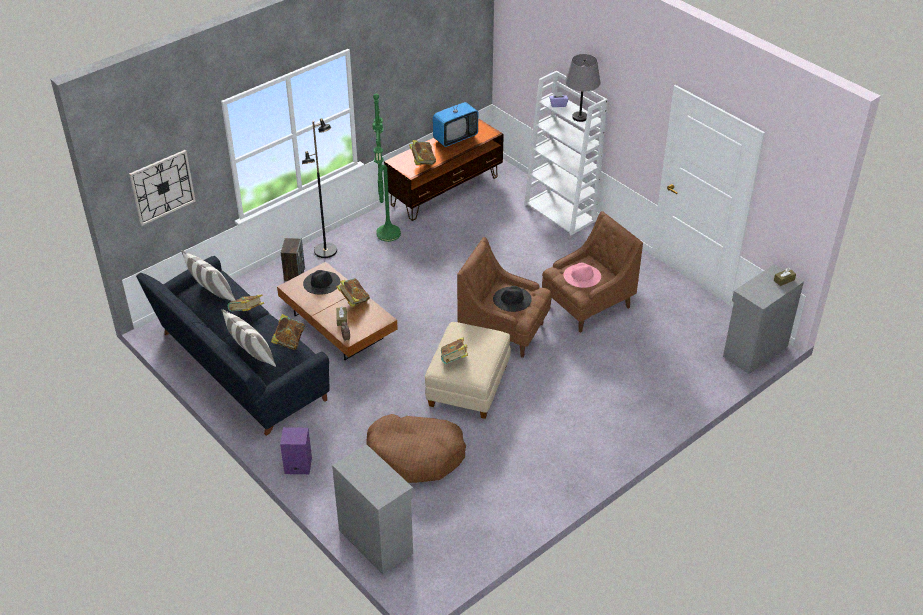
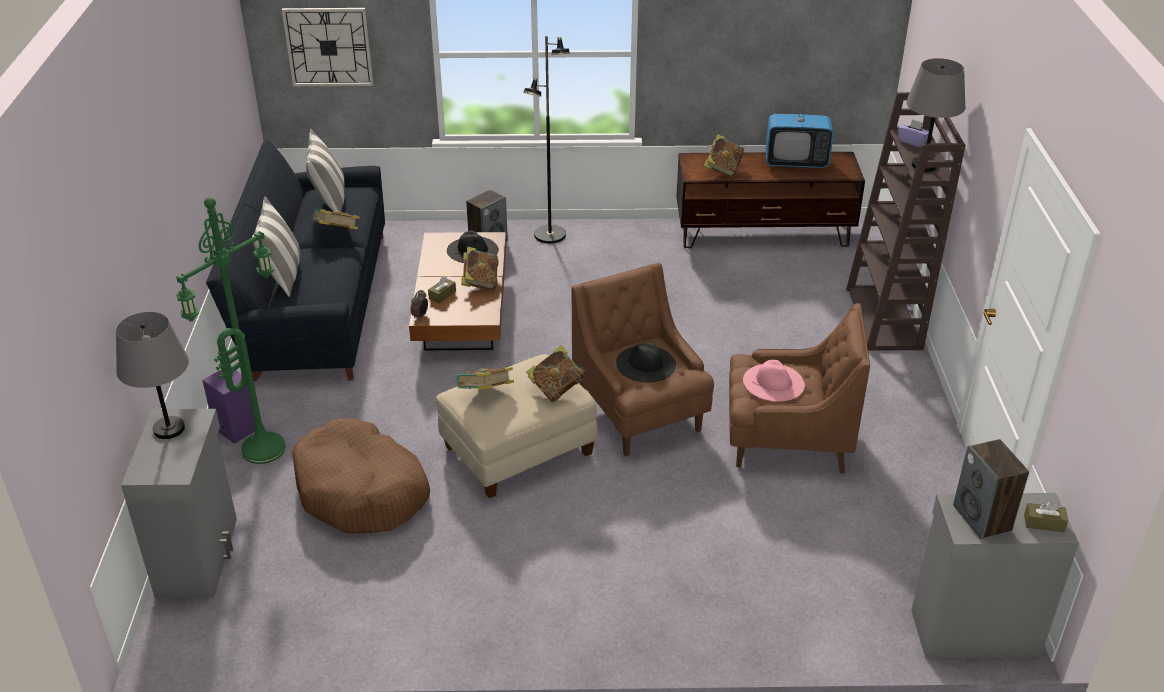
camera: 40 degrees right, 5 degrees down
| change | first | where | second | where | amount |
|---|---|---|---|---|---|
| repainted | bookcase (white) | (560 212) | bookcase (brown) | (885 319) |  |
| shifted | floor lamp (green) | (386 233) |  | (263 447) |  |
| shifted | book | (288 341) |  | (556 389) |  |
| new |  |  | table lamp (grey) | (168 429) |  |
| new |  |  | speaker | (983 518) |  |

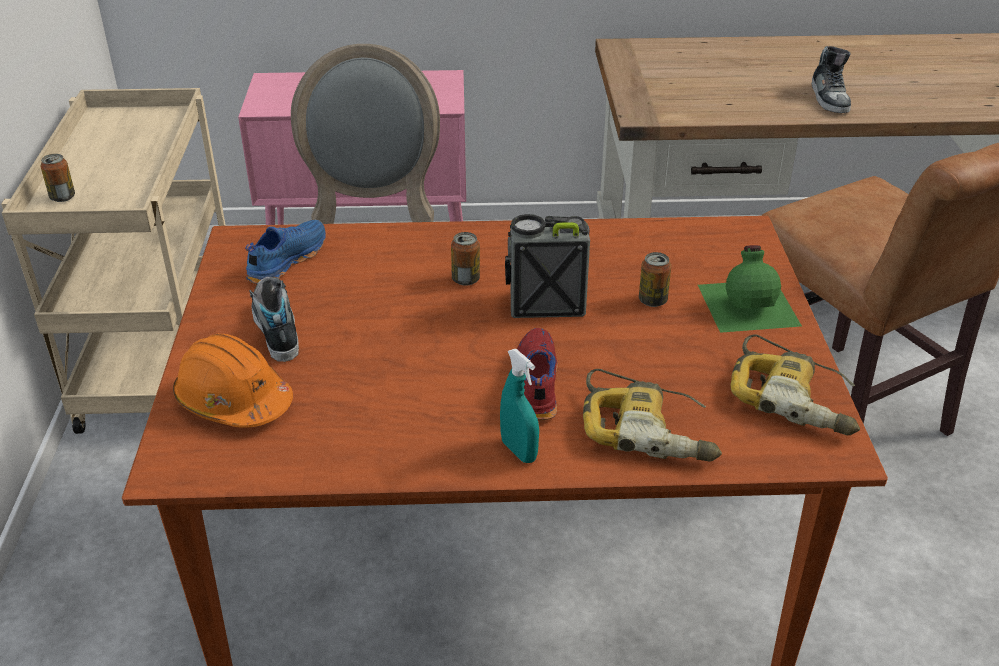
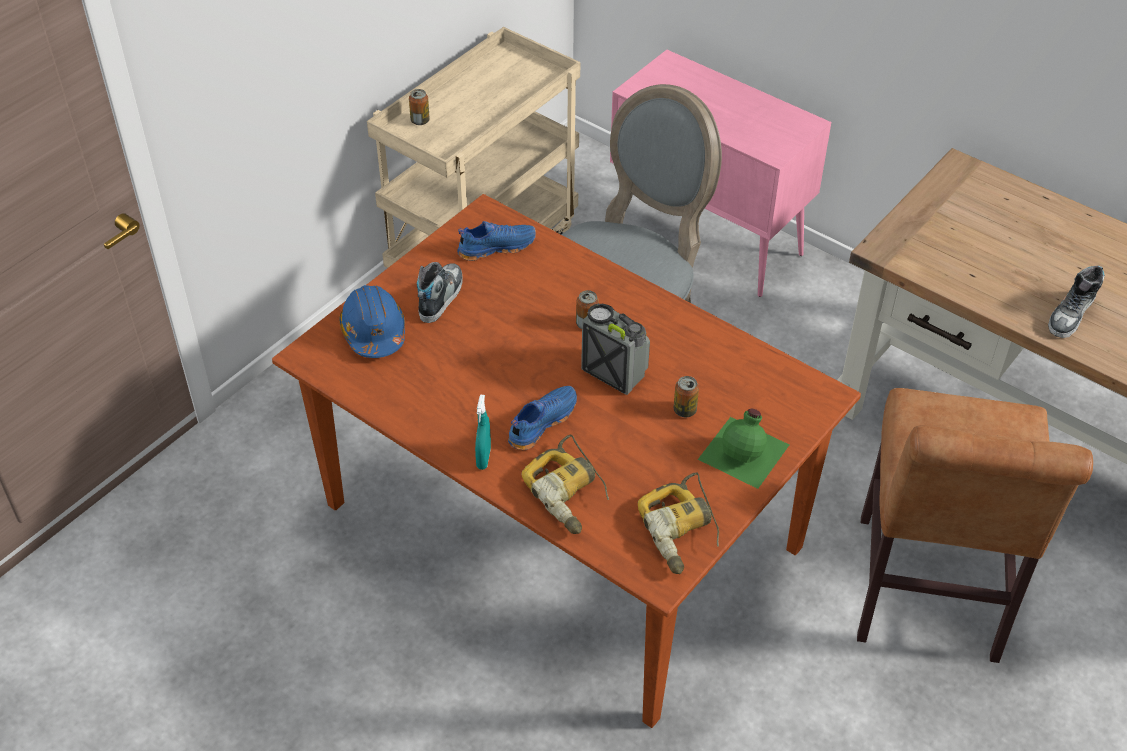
camera: 40 degrees right, 10 degrees up
| change | first | where | second | where | amount |
|---|---|---|---|---|---|
| repainted | shoe (red) | (534 384) | shoe (blue) | (541 422) |  |
| repainted | hard hat (orange) | (233 401) | hard hat (blue) | (374 332) |  |

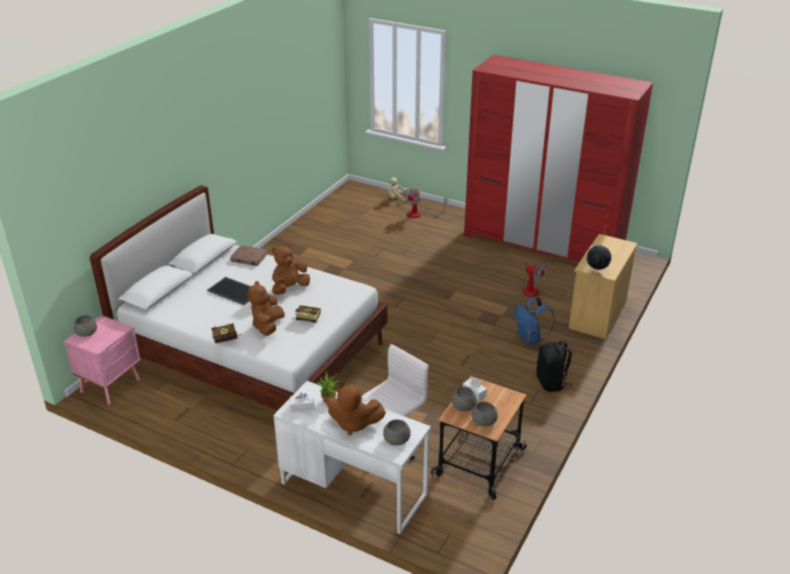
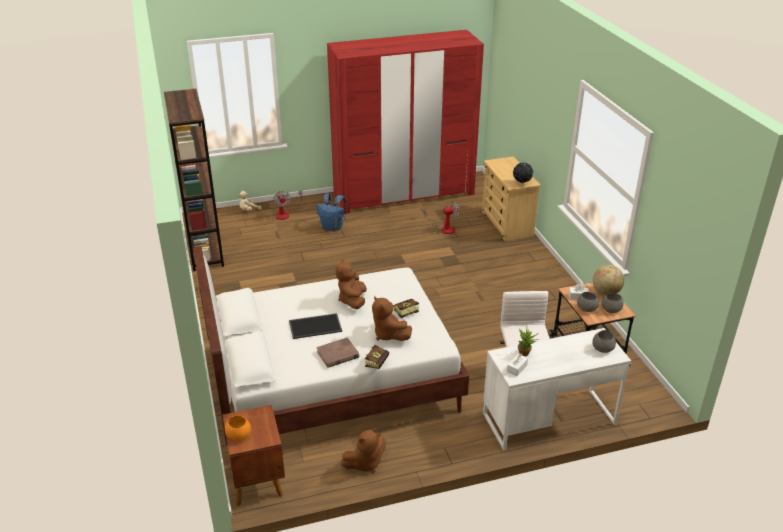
camera: 45 degrees left, 0 degrees up
| change | first | where | second | where | amount |
|---|---|---|---|---|---|
| shifted | book (brown) | (249 257) |  | (338 354) |  |
| shifted | backpack (blue) | (530 339) |  | (333 228) |  |
| repainted | nightstand (pink) | (111 385) | nightstand (brown) | (257 481) |  |
| repainted | bowl (grey) | (87 332) | bowl (orange) | (238 435) |  |
| gone | backpack (black) | (551 383) |  |  |  |
| shifted | plush toy (brown) | (353 424) |  | (365 463) |  |
| new |  |  | bookcase (brown) | (205 249) |  |
| new |  |  | globe | (606 292) |  |

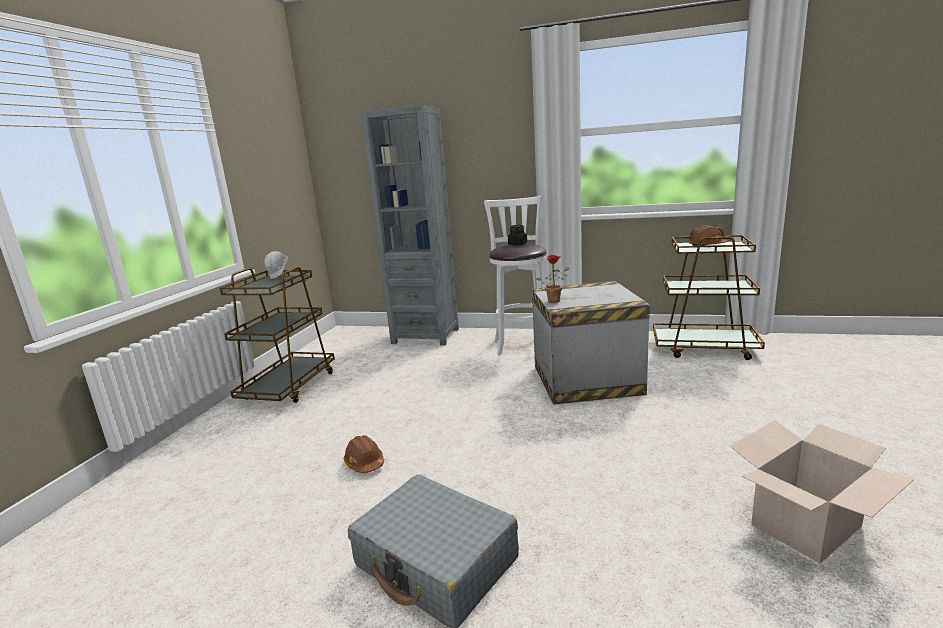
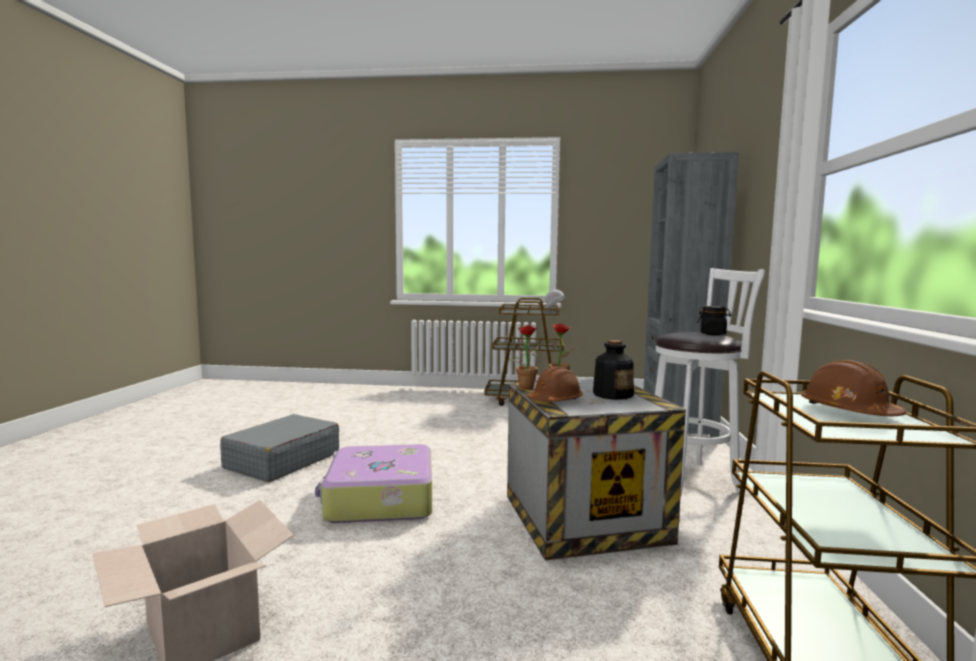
camera: 80 degrees right, 10 degrees down
| change | first | where | second | where | amount |
|---|---|---|---|---|---|
| shifted | hard hat (brown) | (364 463) |  | (555 400) |  |
| new |  |  | potted plant | (525 386) |  |
| new |  |  | bottle | (612 394) |  |
| new |  |  | suitcase | (379 499) |  |

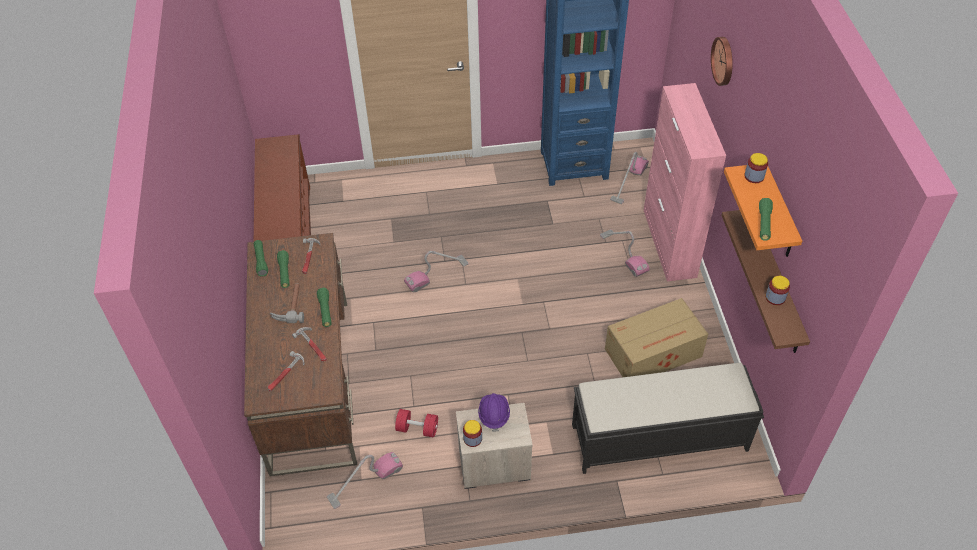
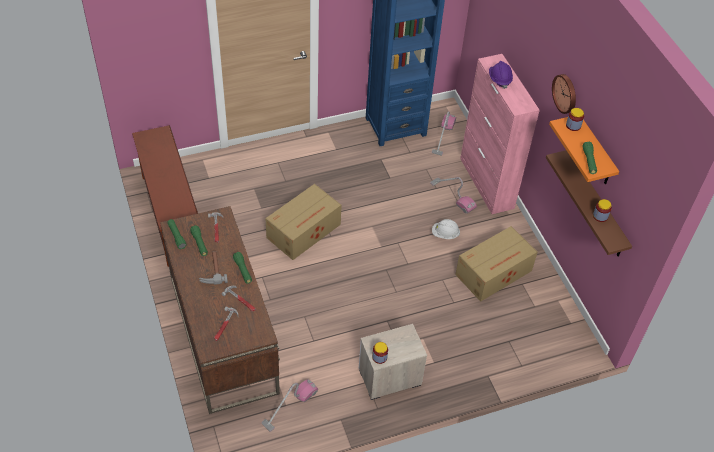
camera: 15 degrees left, 0 degrees up
| change | first | where | second | where | amount |
|---|---|---|---|---|---|
| shifted | wall clock | (724 61) |  | (565 93) |  |
| swapped | vacuum cleaner | (436 274) | cardboard box | (305 231) |  |
| gone | bench (black) | (657 438) |  |  |  |
| shifted | hard hat (purple) | (494 415) |  | (499 79) |  |
| gone | dumbbell (red) | (417 428) |  |  |  |
| new |  |  | hard hat (white) | (445 234) |  |

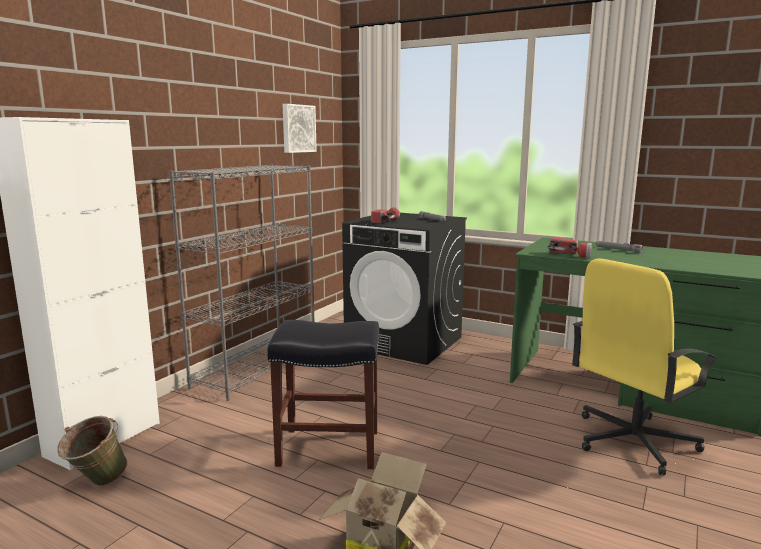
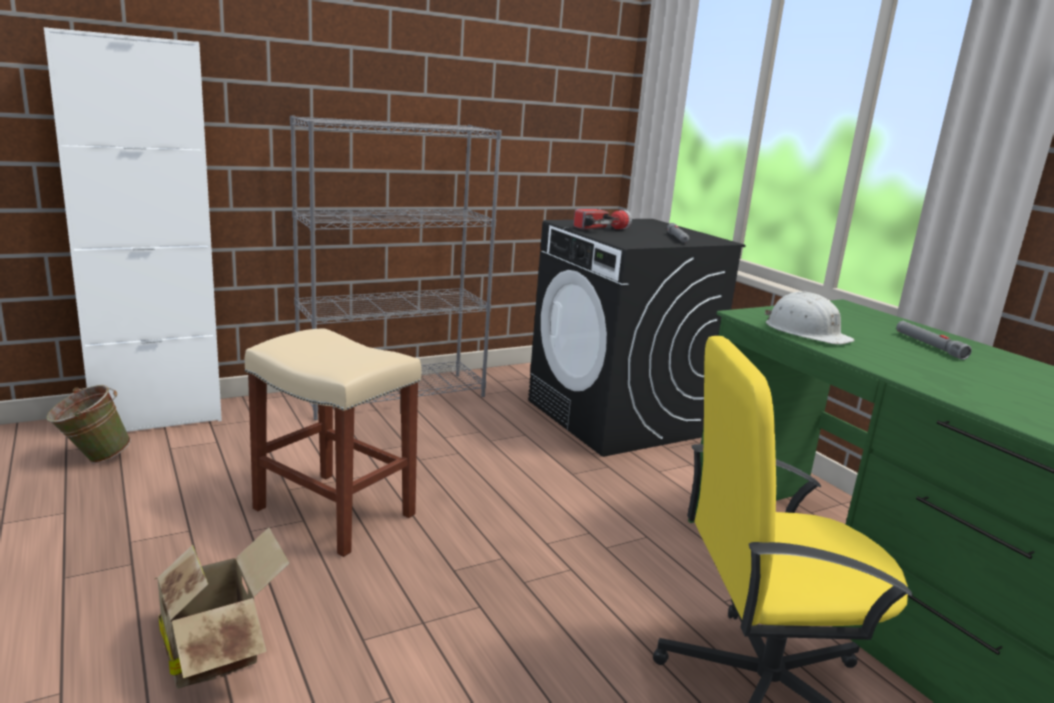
camera: 30 degrees right, 5 degrees up
| change | first | where | second | where | amount |
|---|---|---|---|---|---|
| gone | picture | (297 128) |  |  |  |
| swapped | flashlight | (570 255) | hard hat (white) | (806 332) |  |
| repainted | stool (black) | (330 447) | stool (beige) | (336 512) |  |

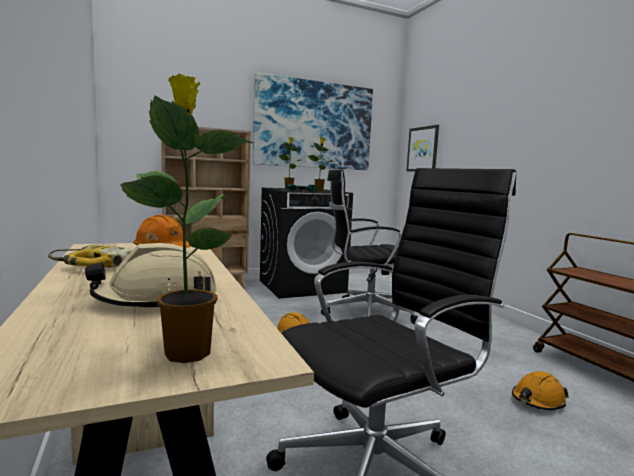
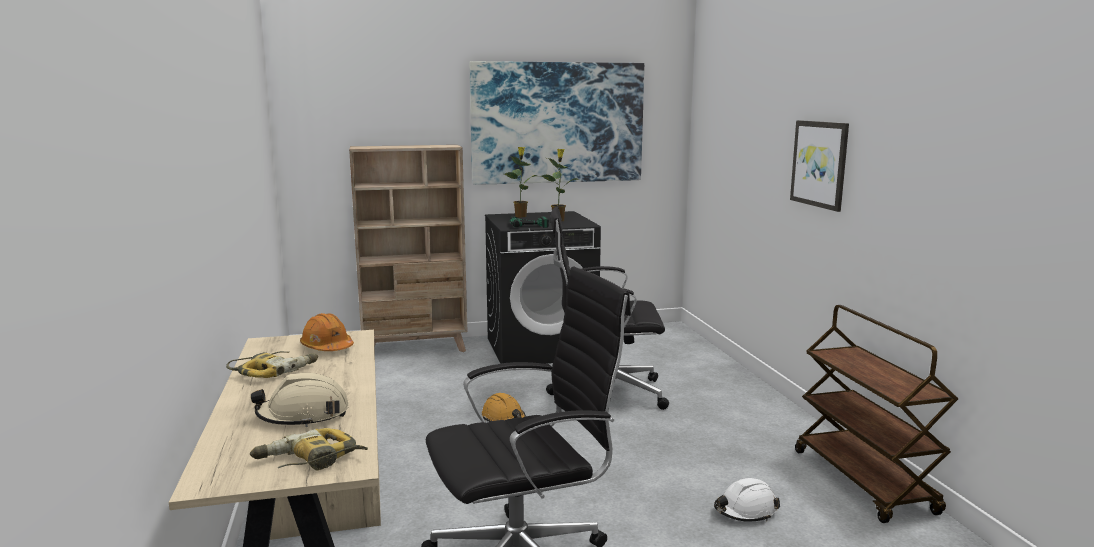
camera: 10 degrees right, 5 degrees up
| change | first | where | second | where | amount |
|---|---|---|---|---|---|
| swapped | potted plant | (187 351) | power drill | (309 461) |  |
| shifted | picture | (423 149) |  | (820 164) |  |
| repainted | hard hat (orange) | (538 400) | hard hat (white) | (745 511) |  |

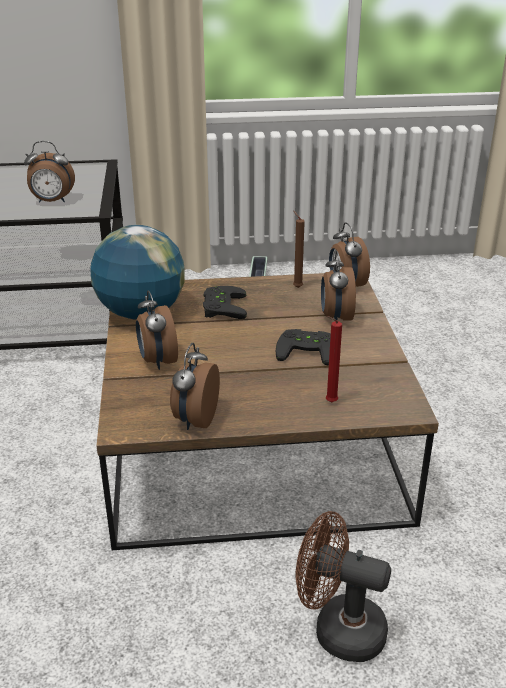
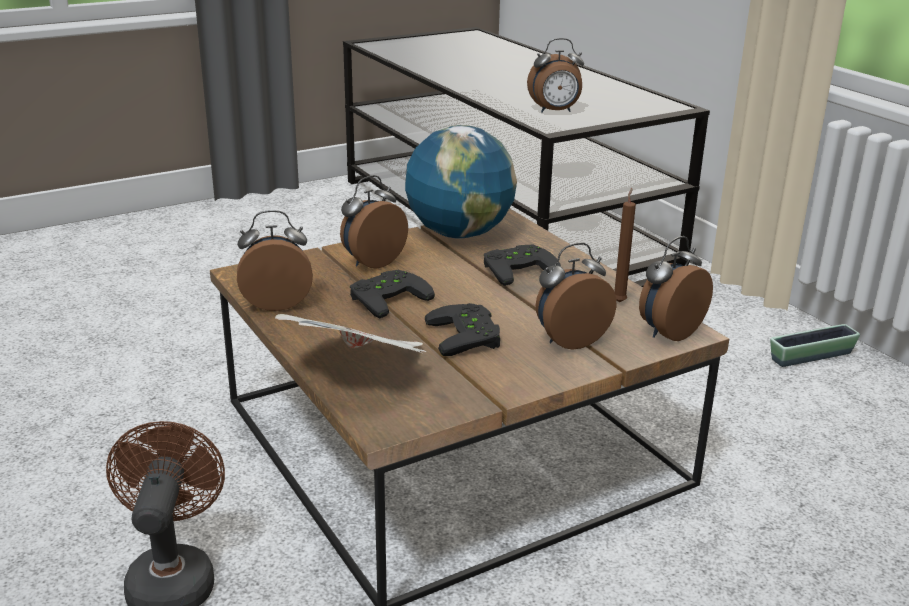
camera: 65 degrees right, 5 degrees down
| change | first | where | second | where | amount |
|---|---|---|---|---|---|
| rotated | alarm clock | (52 201) |  | (555 111) | 75 degrees counterclockwise |
| swapped | candle (red) | (329 402) | newspaper | (360 369) |  |
| new |  |  | game controller (black) | (387 297) |  |

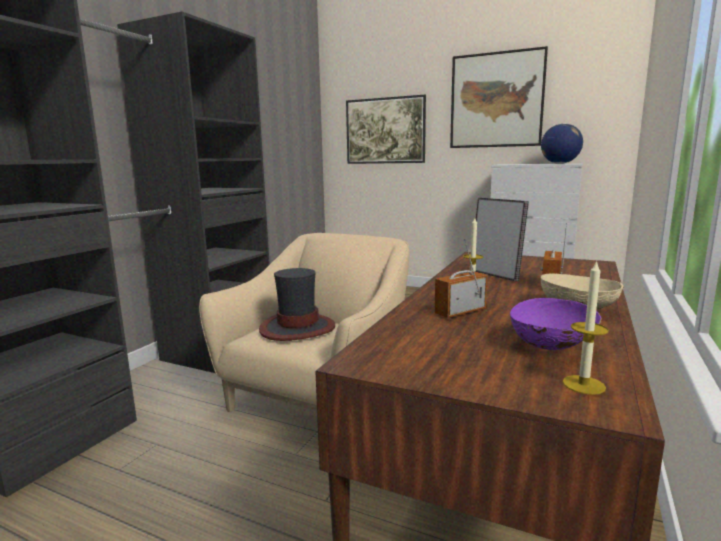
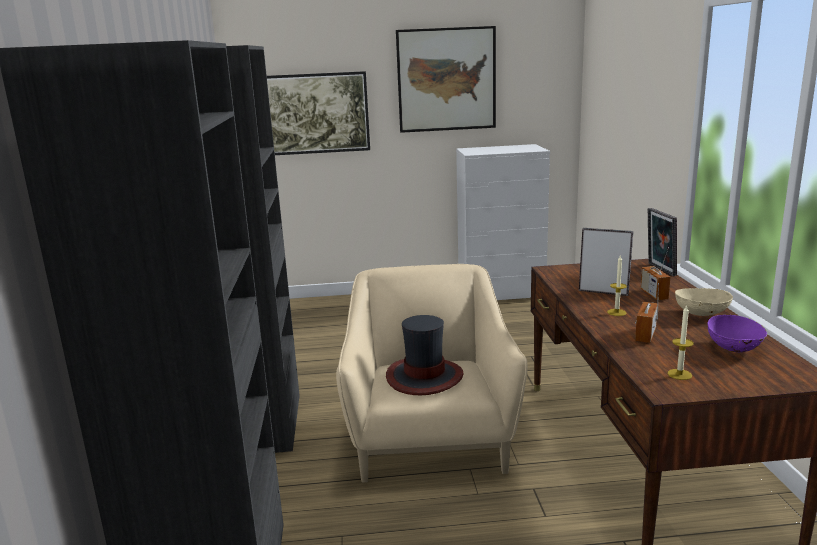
camera: 30 degrees left, 5 degrees up
| change | first | where | second | where | amount |
|---|---|---|---|---|---|
| gone | globe | (559 163) |  |  |  |
| shifted | candle | (583 385) |  | (679 374) |  |
| new |  |  | picture frame | (659 269) |  |

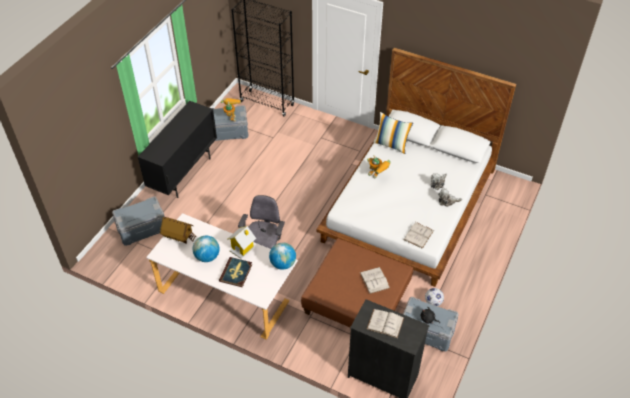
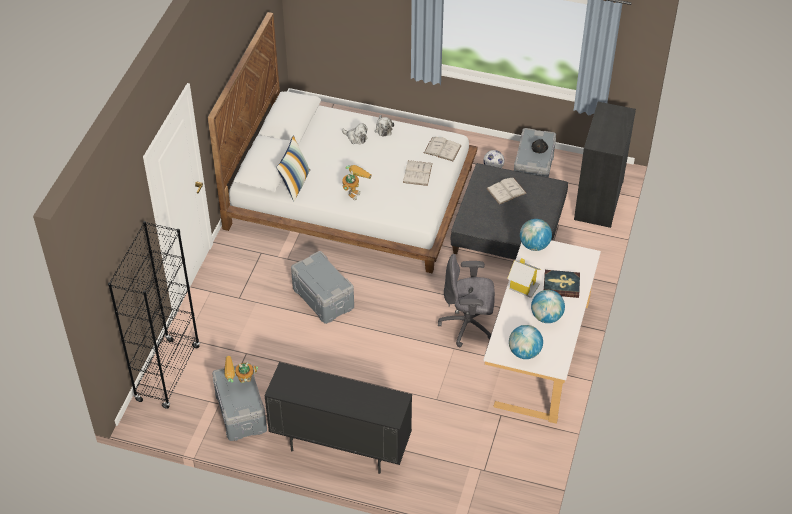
camera: 100 degrees left, 0 degrees up
| change | first | where | second | where | amount |
|---|---|---|---|---|---|
| shifted | storage box (grey) | (142 229) |  | (322 298) |  |
| swapped | toy house | (178 237) | globe | (524 352) |  |
| repainted | ottoman (brown) | (357 299) | ottoman (grey) | (508 230) |  |
| shifted | book (white) | (385 323) |  | (417 173) |  |

